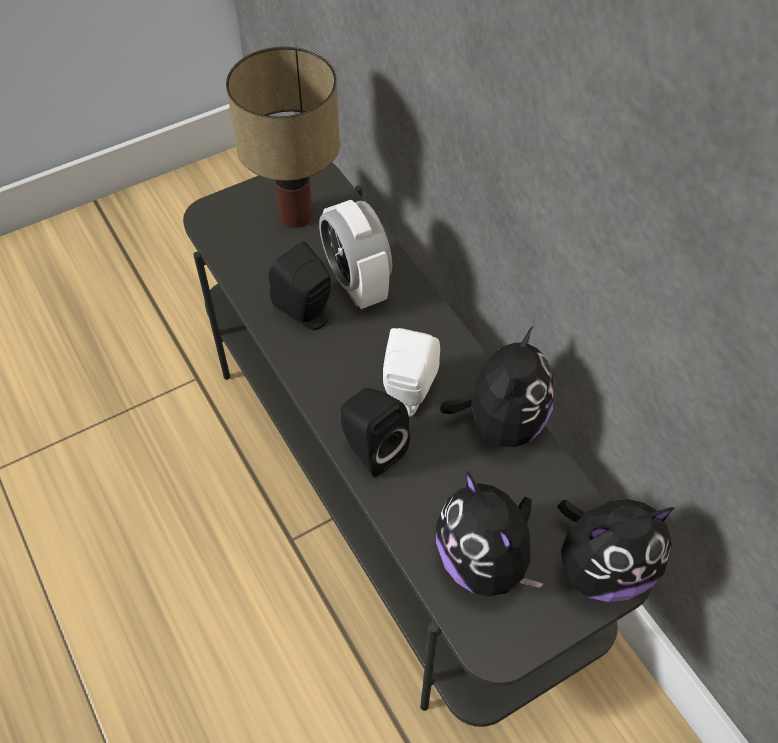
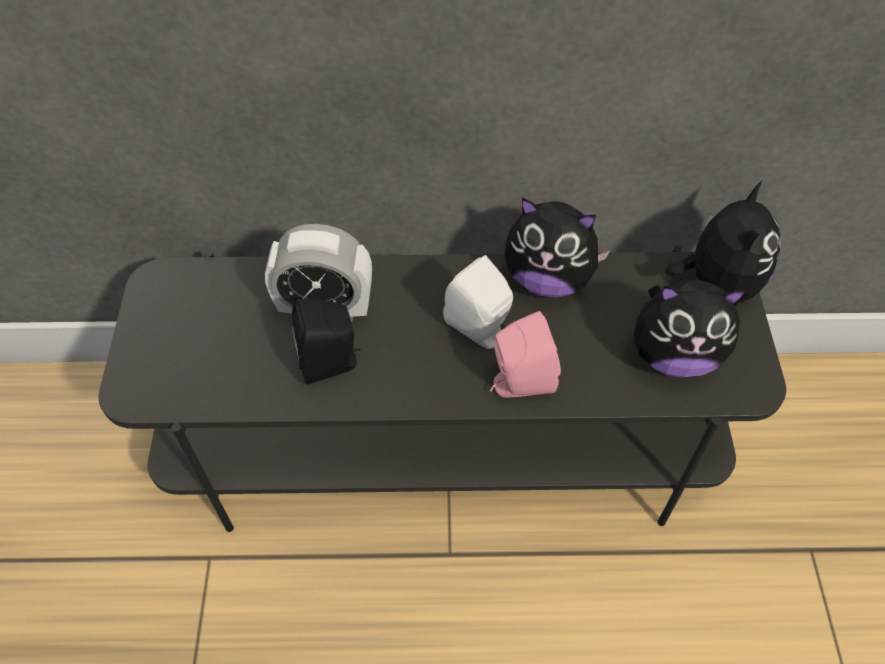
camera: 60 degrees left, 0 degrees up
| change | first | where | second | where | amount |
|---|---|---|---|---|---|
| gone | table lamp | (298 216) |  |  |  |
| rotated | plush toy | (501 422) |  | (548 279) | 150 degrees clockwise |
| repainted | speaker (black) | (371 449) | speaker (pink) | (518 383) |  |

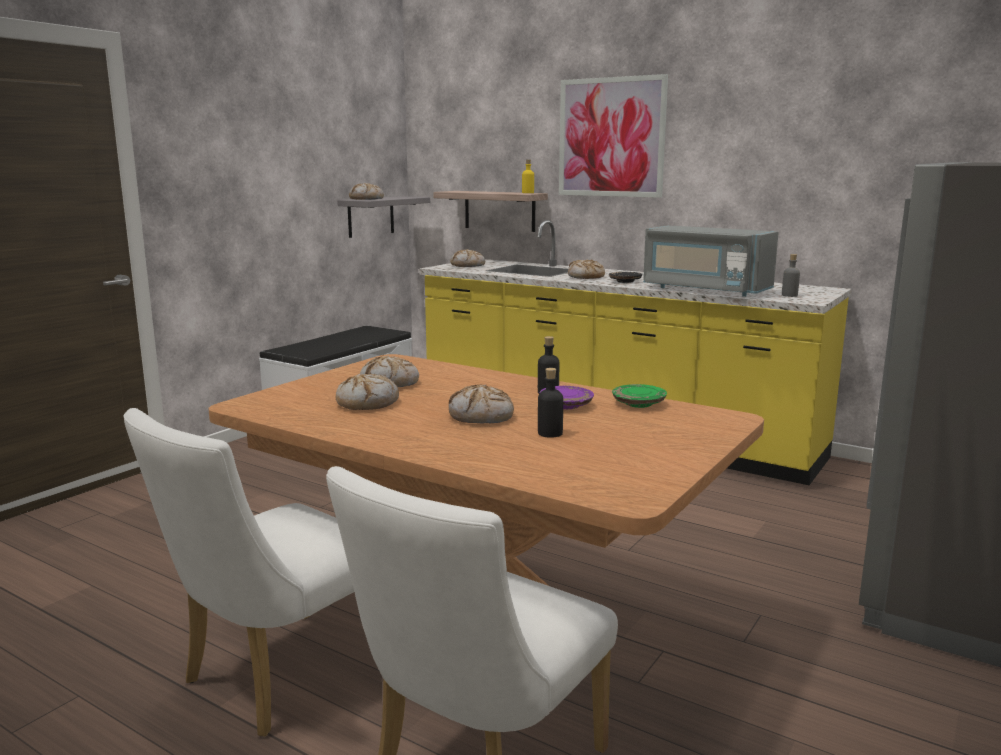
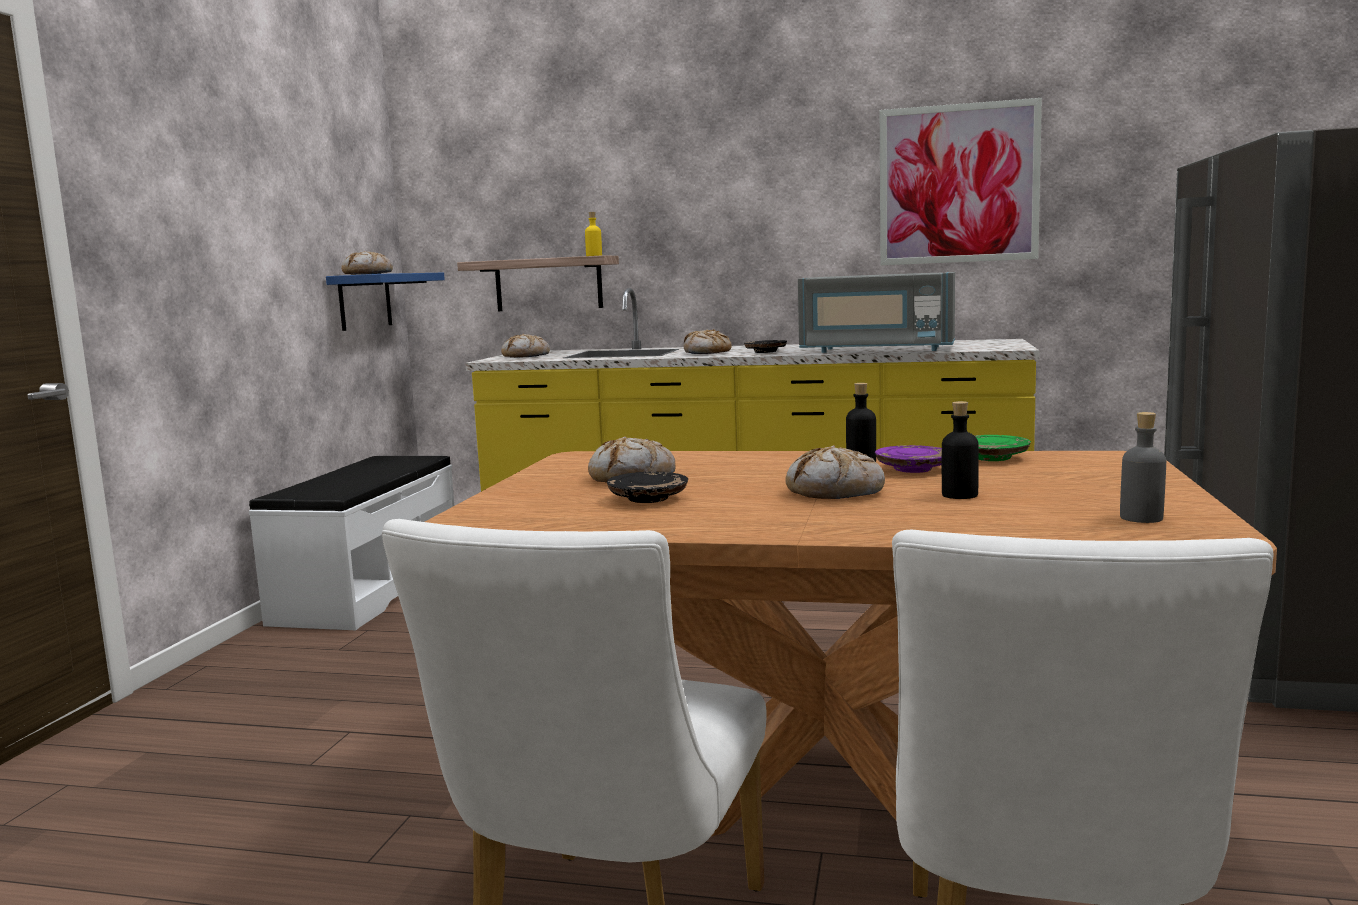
camera: 20 degrees left, 5 degrees down
| change | first | where | second | where | amount |
|---|---|---|---|---|---|
| shifted | picture | (611 137) |  | (958 184) |  |
| repainted | shelf (grey) | (371 216) | shelf (blue) | (365 301) |  |
| shifted | bottle (grey) | (789 295) |  | (1141 518) |  |
| swapped | bread | (368 403) | plate (black) | (648 499) |  |

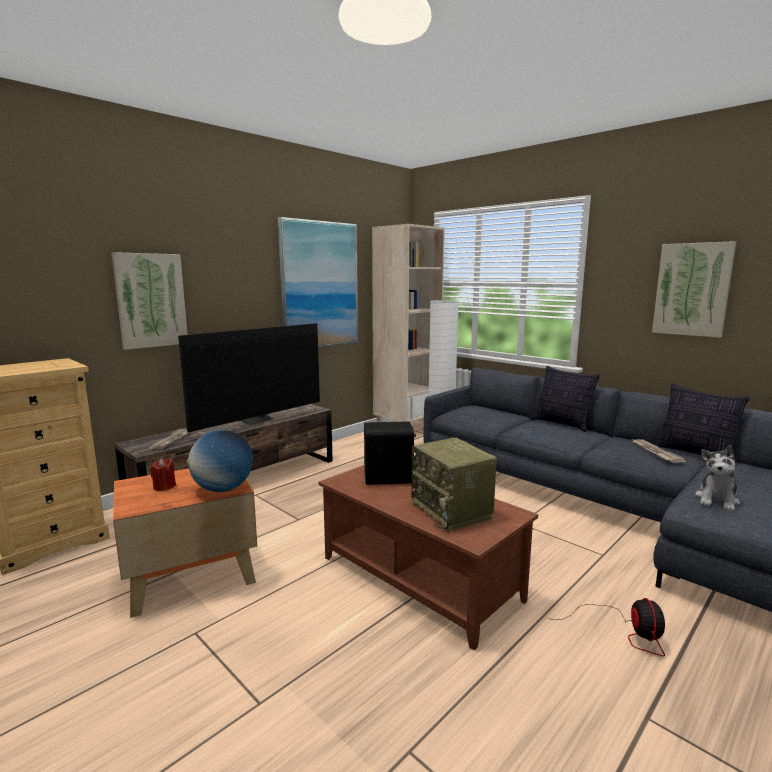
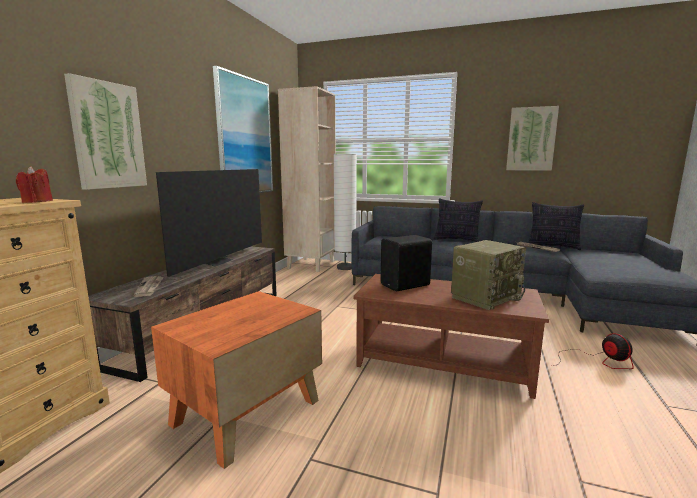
camera: 25 degrees left, 0 degrees up
| change | first | where | second | where | amount |
|---|---|---|---|---|---|
| gone | globe | (223 489) |  |  |  |
| rotated | radio | (452 511) |  | (485 297) | 75 degrees counterclockwise |
| gone | plush toy | (717 500) |  |  |  |
| shifted | candle (red) | (164 487) |  | (37 202) |  |

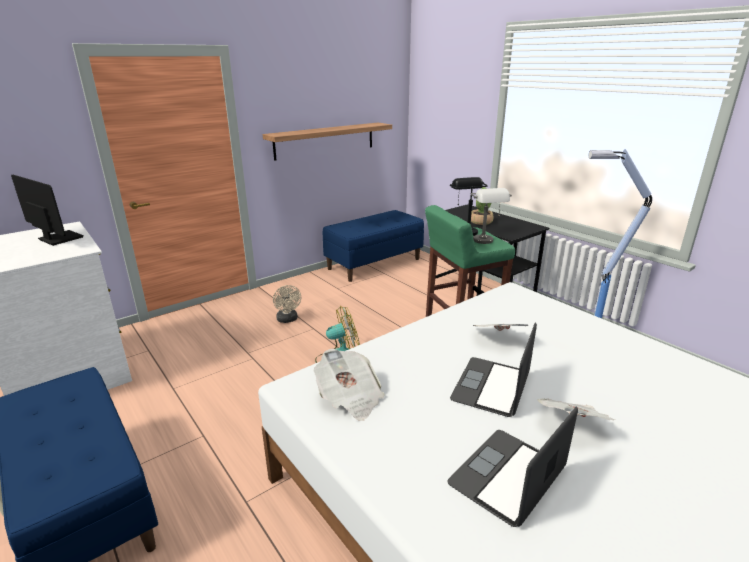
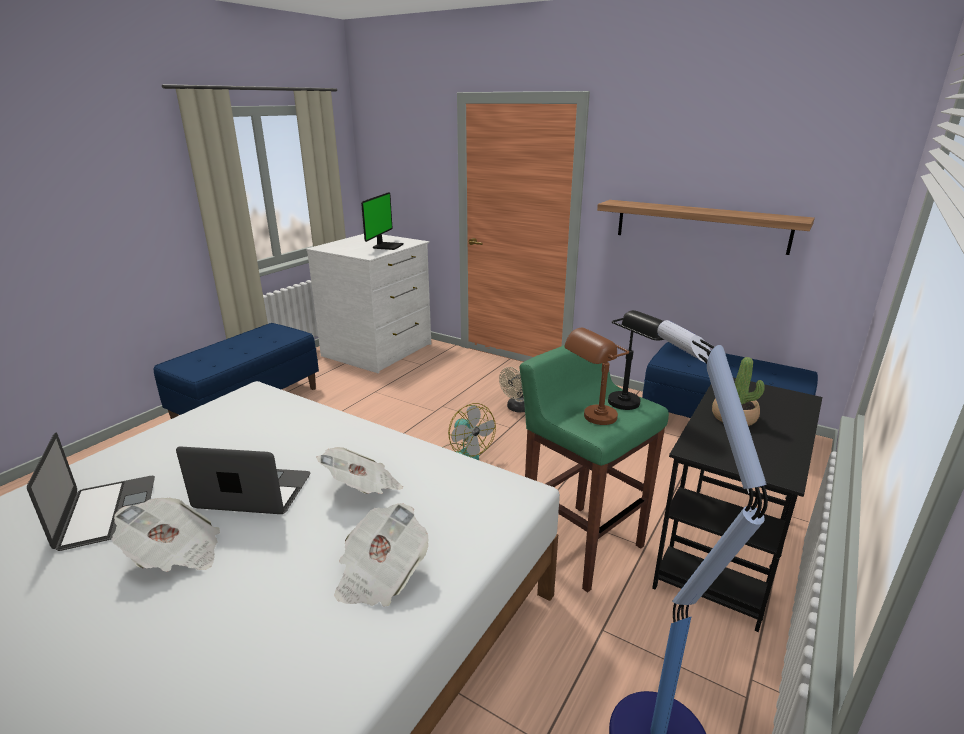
camera: 70 degrees right, 0 degrees up
| change | first | where | second | where | amount |
|---|---|---|---|---|---|
| repainted | table lamp (grey) | (486 242) | table lamp (brown) | (592 420) |  |
| shifted | newspaper | (350 398) |  | (380 575) |  |
| rotated | laptop | (507 476) |  | (107 512) | 45 degrees clockwise |

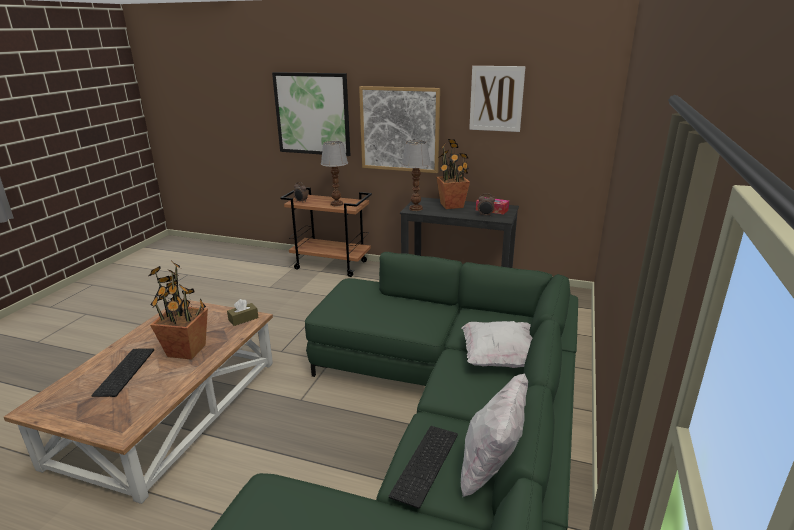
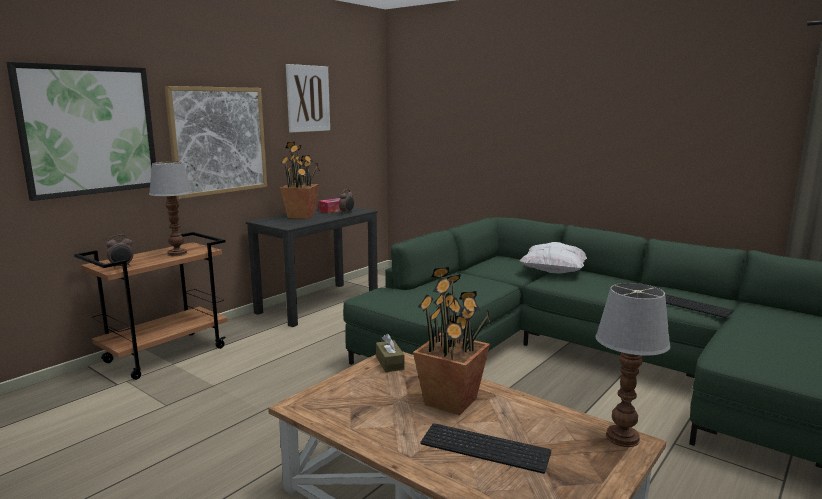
camera: 70 degrees left, 10 degrees down
| change | first | where | second | where | amount |
|---|---|---|---|---|---|
| shifted | table lamp | (415 208) |  | (621 437) |  |
| gone | pillow (white) | (491 470) |  |  |  |

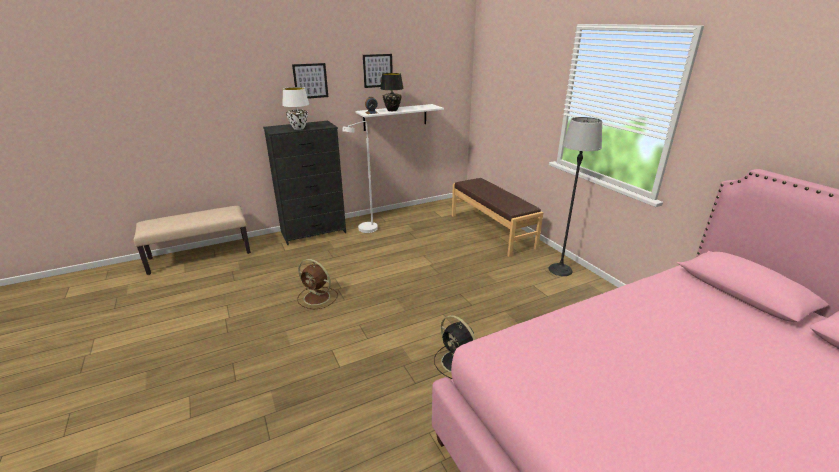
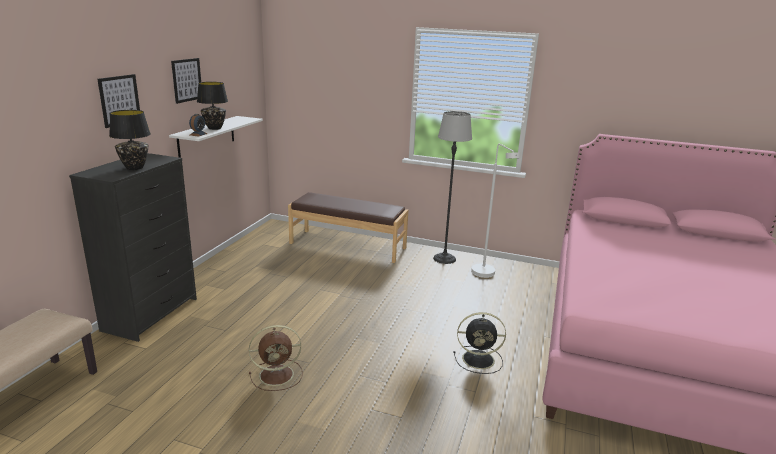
camera: 45 degrees left, 5 degrees down
| change | first | where | second | where | amount |
|---|---|---|---|---|---|
| repainted | table lamp (white) | (299 128) | table lamp (black) | (134 168) |  |
| shifted | floor lamp (white) | (365 231) |  | (486 275) |  |

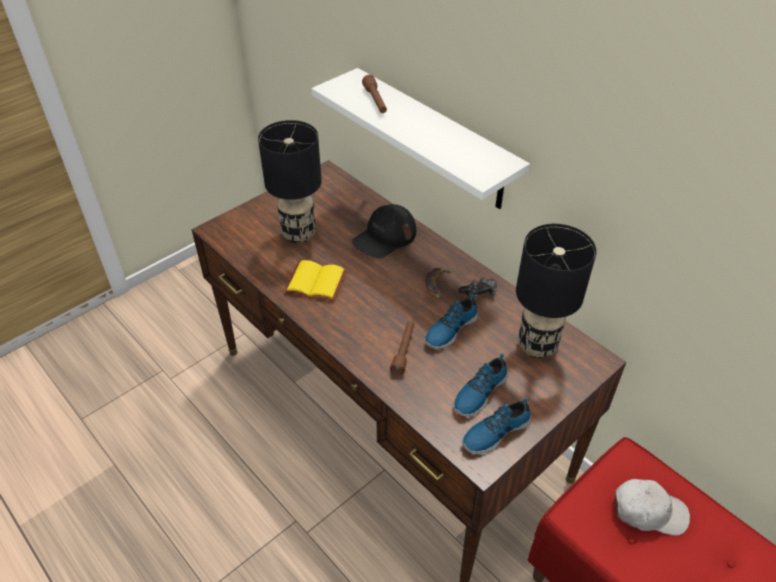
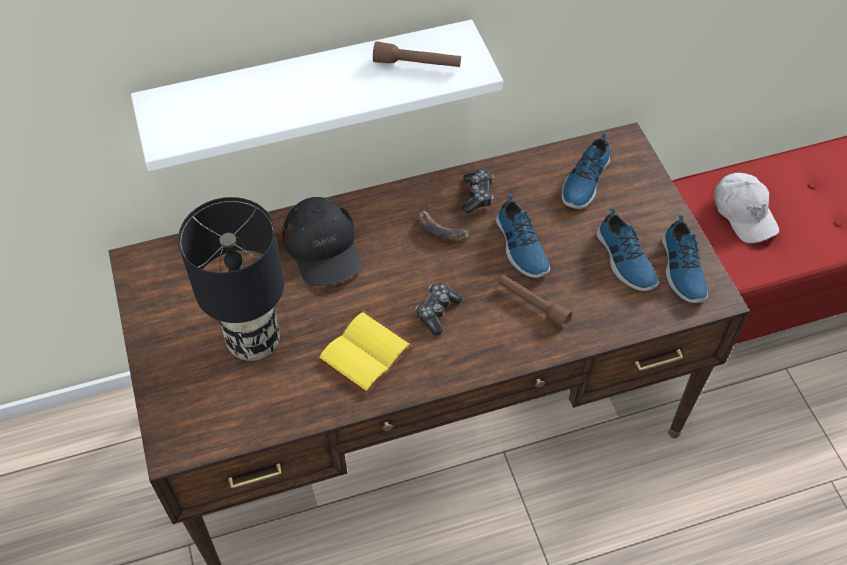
camera: 65 degrees left, 10 degrees up
| change | first | where | second | where | amount |
|---|---|---|---|---|---|
| shifted | flashlight (brown) | (375 101) |  | (417 64) |  |
| swapped | table lamp (black) | (538 346) | shoe | (584 181) |  |
| rotated | cap (white) | (648 511) |  | (744 213) | 120 degrees clockwise |
| new |  |  | game controller | (437 311) |  |

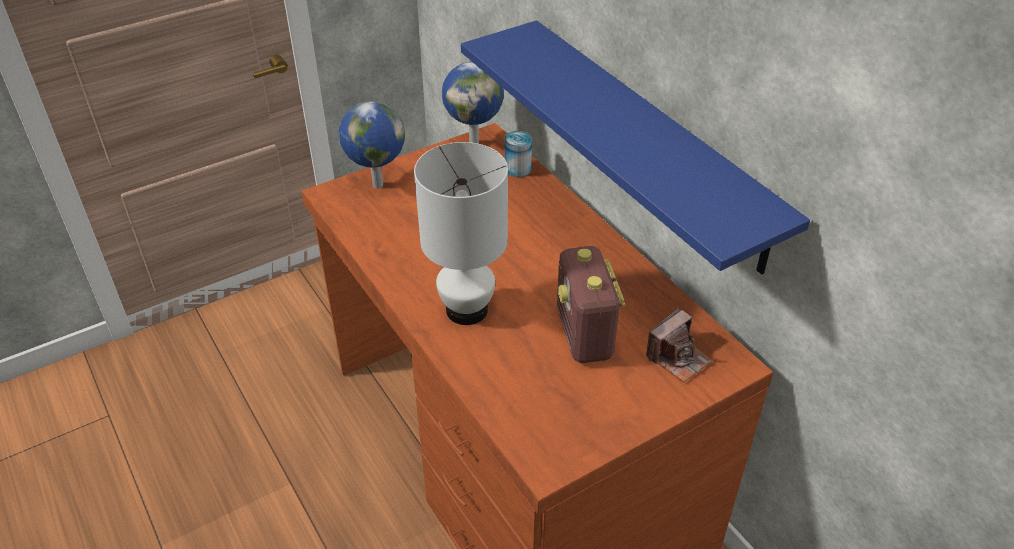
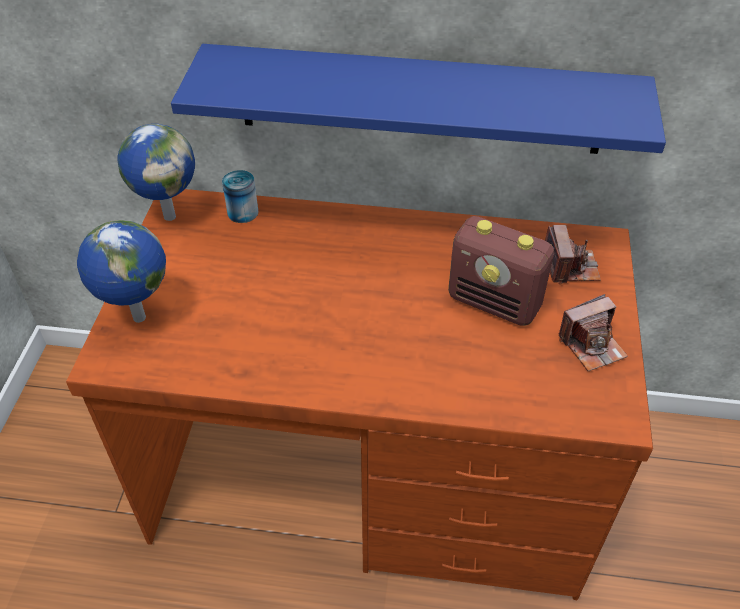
camera: 50 degrees left, 5 degrees up
| change | first | where | second | where | amount |
|---|---|---|---|---|---|
| gone | table lamp (white) | (465 310) |  |  |  |
| new |  |  | photo camera | (591 345) |  |

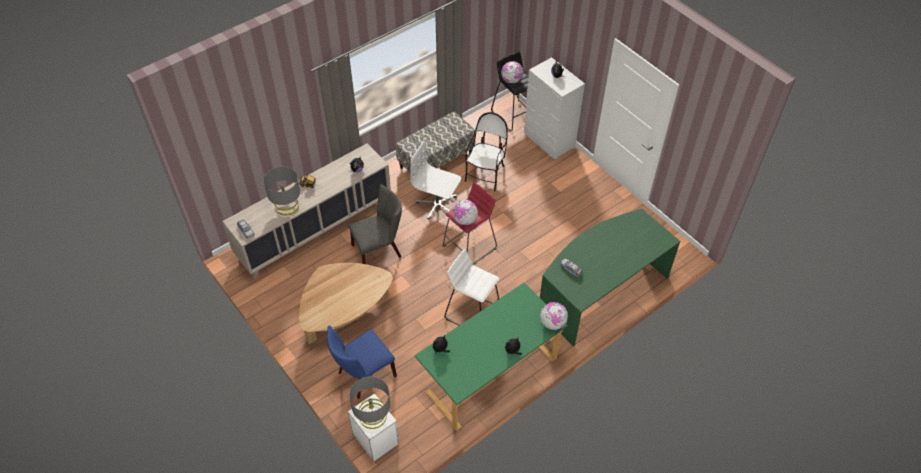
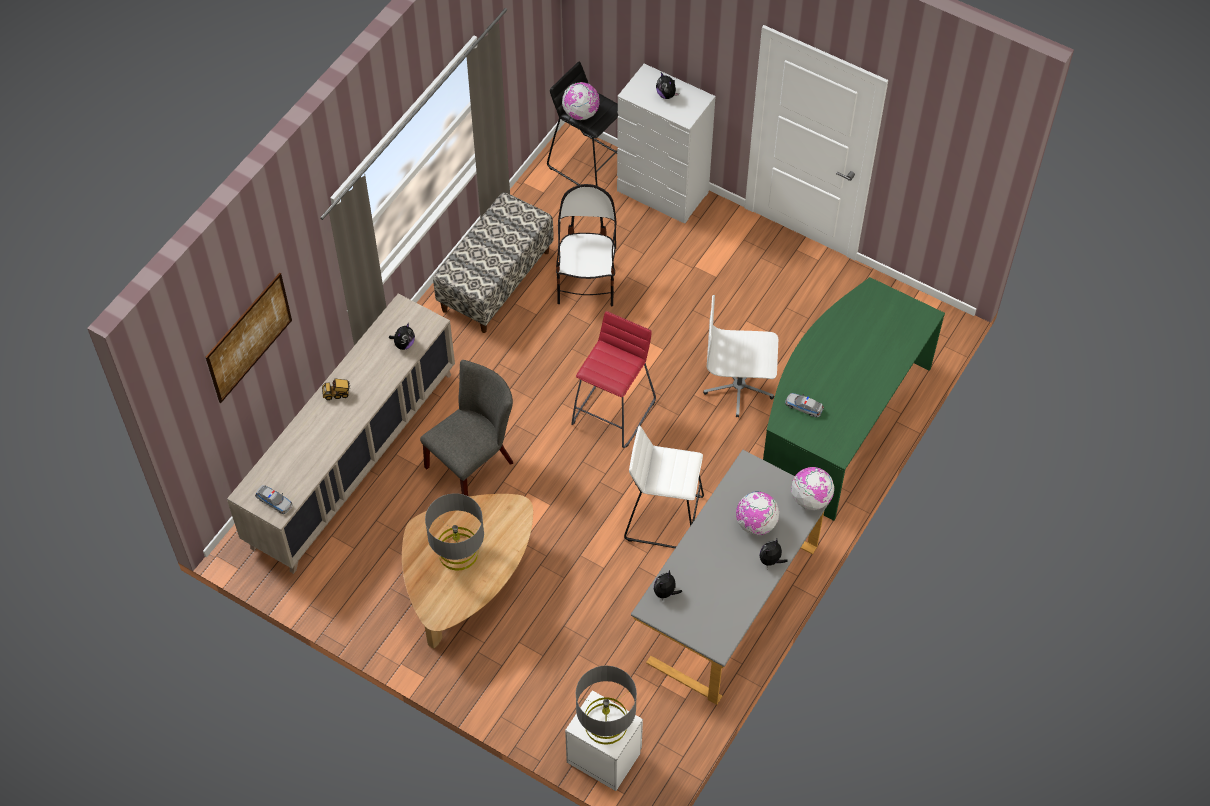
camera: 20 degrees left, 5 degrees up
| change | first | where | second | where | amount |
|---|---|---|---|---|---|
| shifted | office chair (white) | (437 205) |  | (739 387) |  |
| shifted | table lamp (grey) | (287 206) |  | (458 552) |  |
| shifted | globe | (465 220) |  | (756 524) |  |
| repainted | desk (green) | (489 372) | desk (grey) | (728 600) |  |
| gone | chair (blue) | (363 375) |  |  |  |
| new |  |  | picture | (249 337) |  |

